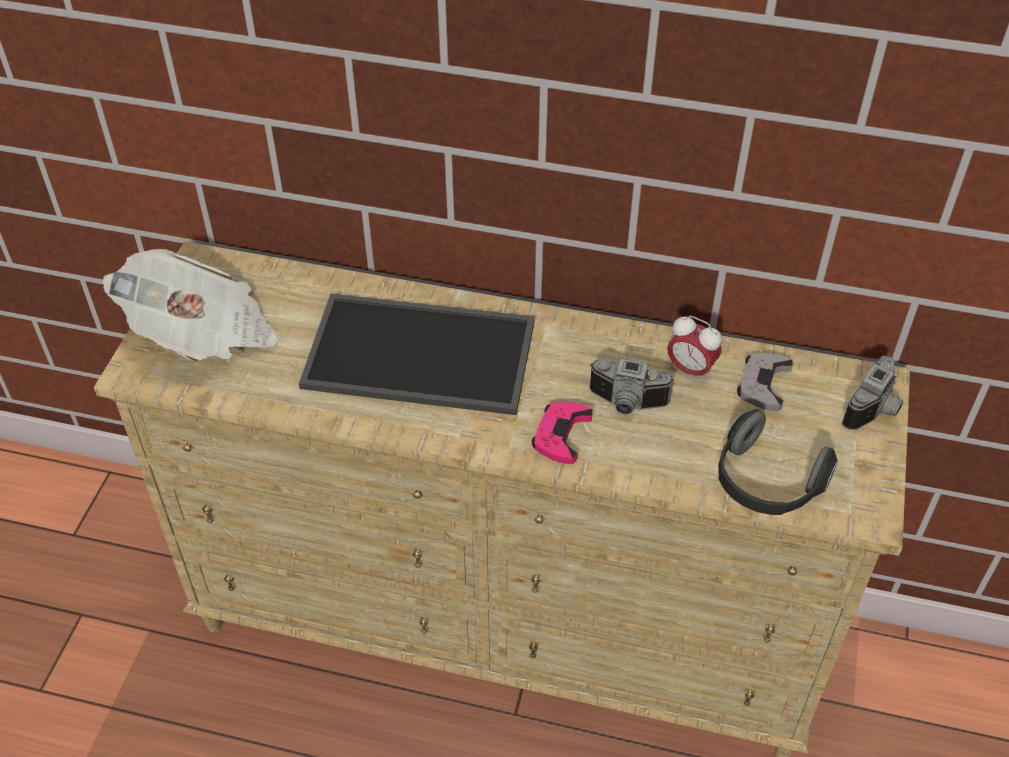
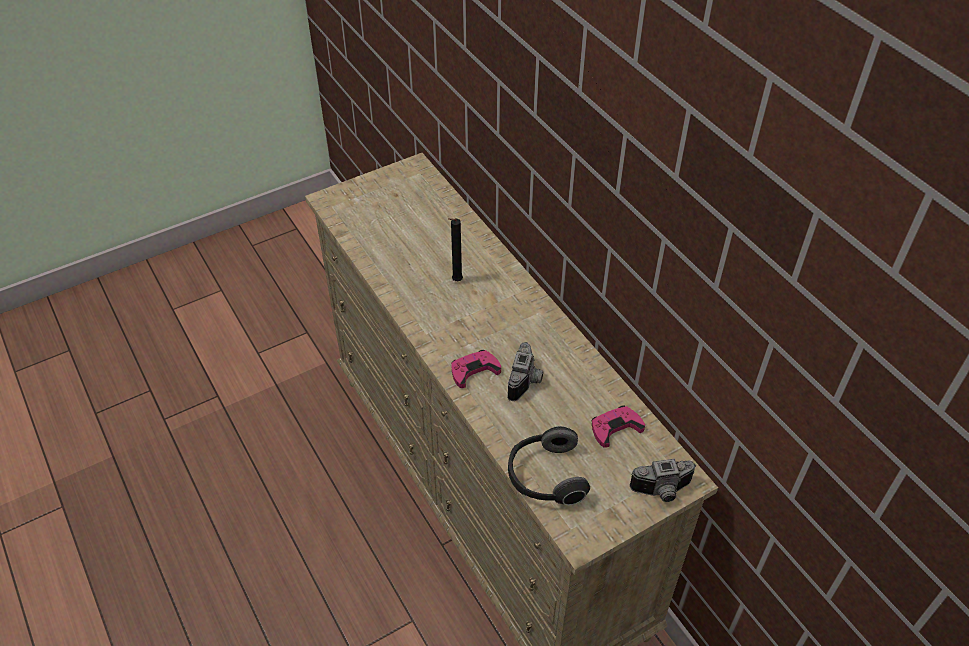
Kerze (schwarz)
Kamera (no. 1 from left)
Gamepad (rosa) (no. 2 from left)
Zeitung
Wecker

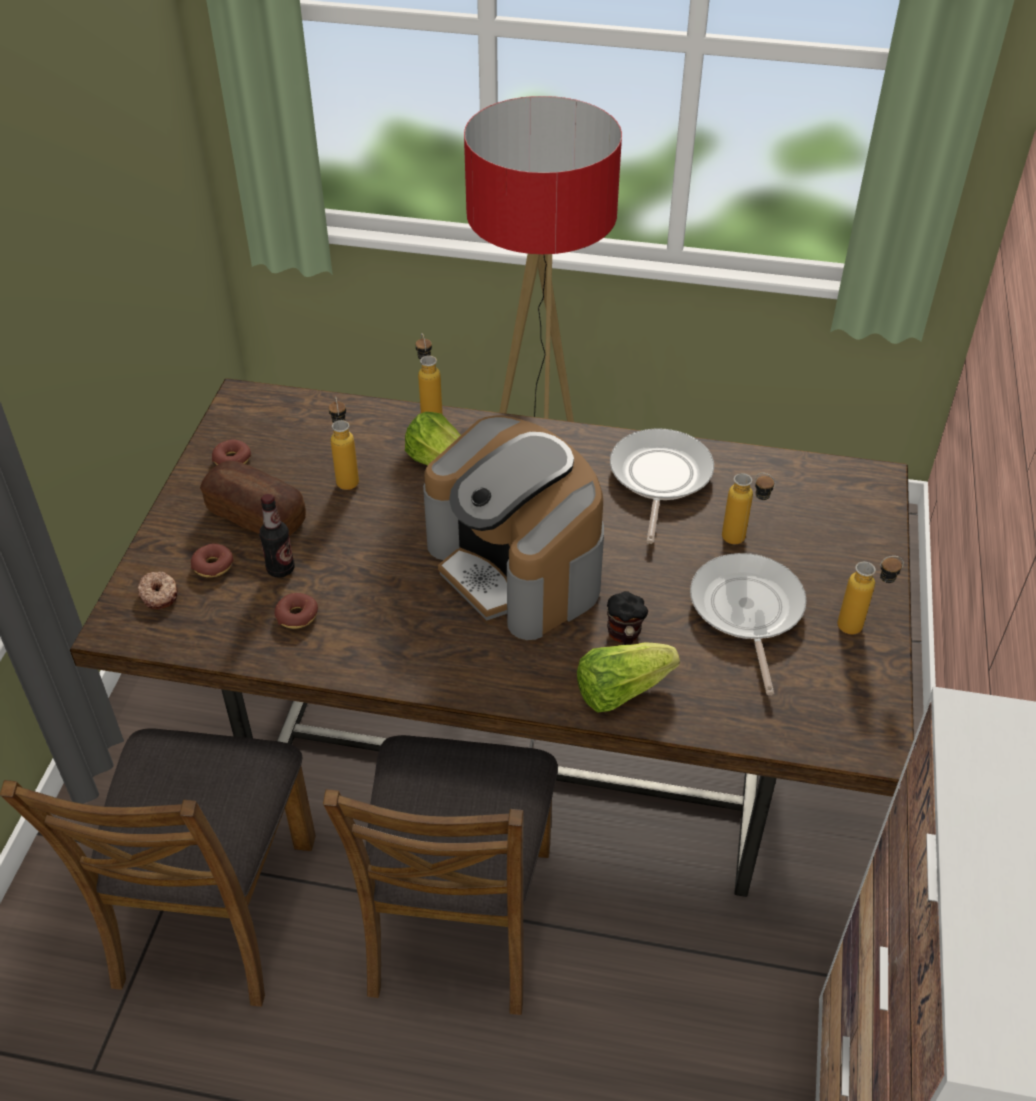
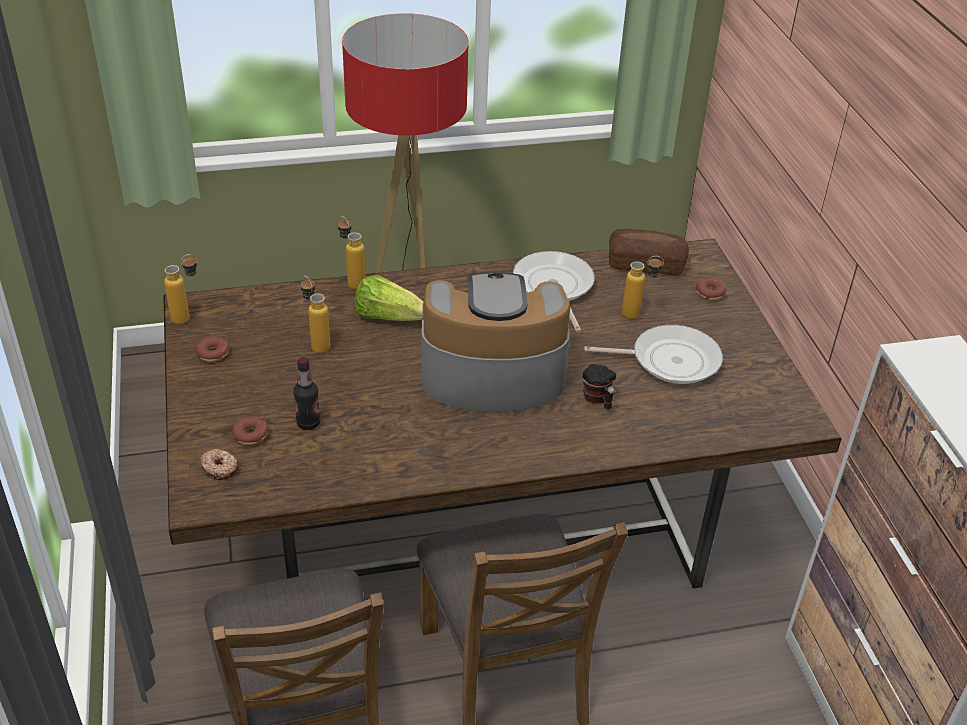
Flasche (no. 1 from left)
Kaffeemaschine
Pfanne (no. 2 from left)
Brot
Donut (no. 4 from left)
Salatkopf (no. 2 from left in the first image)

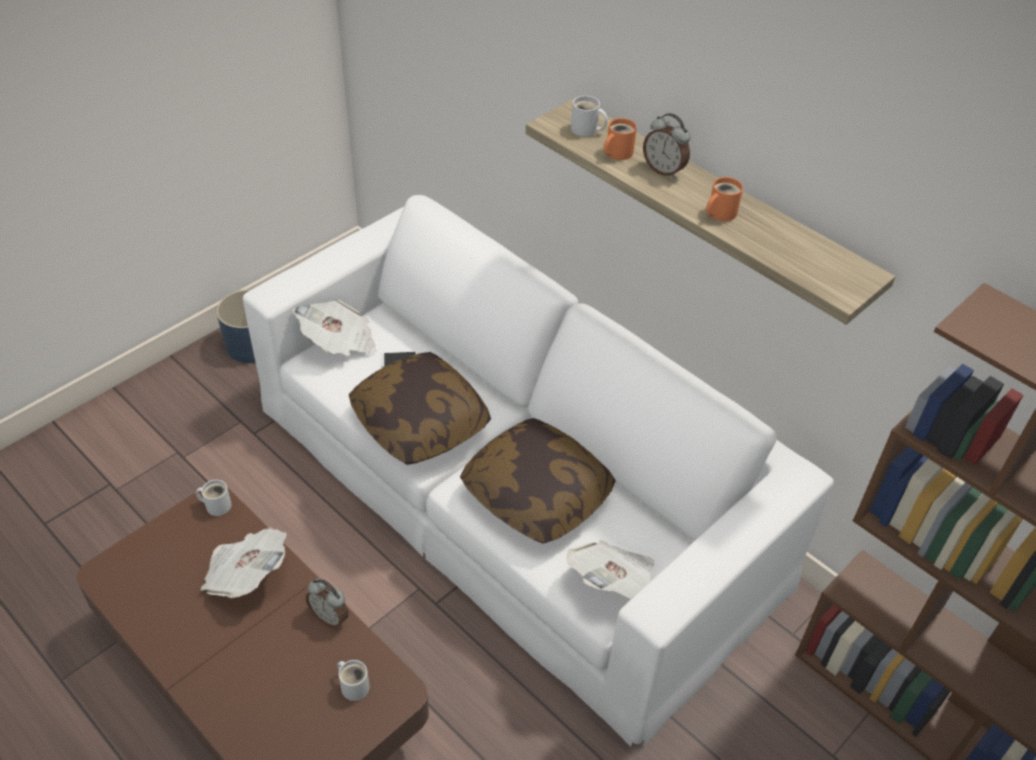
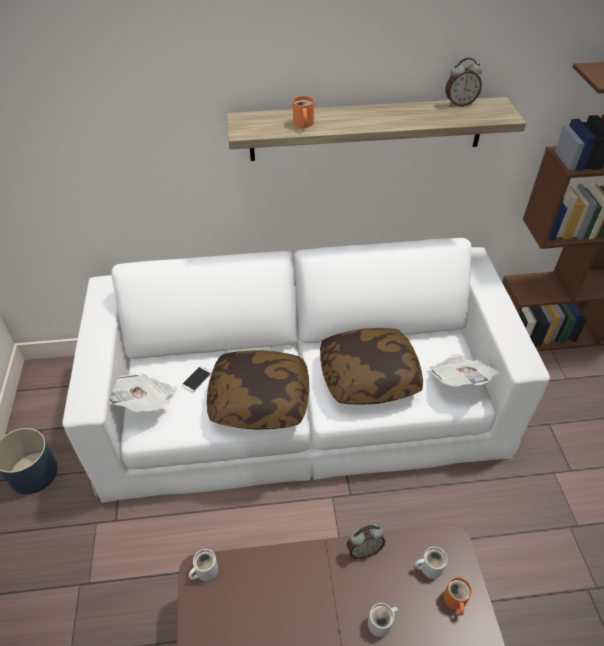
Henkelbecher (weiß) (no. 2 from left)
Henkelbecher (orange) (no. 2 from left)
Wecker (no. 2 from left)
Zeitung (no. 1 from left in the first image)

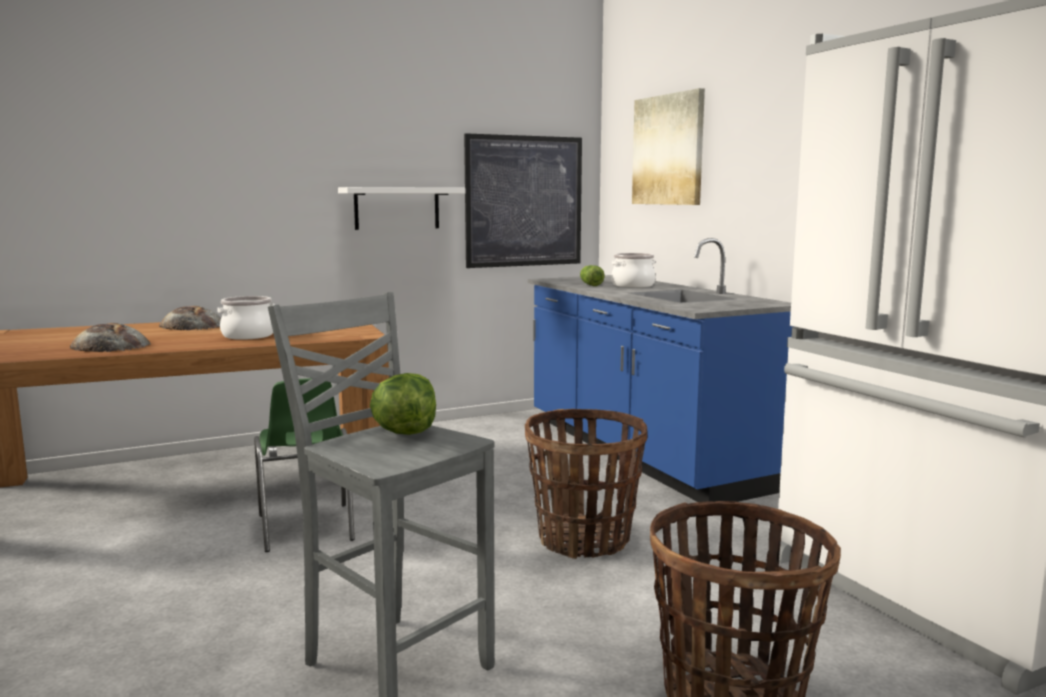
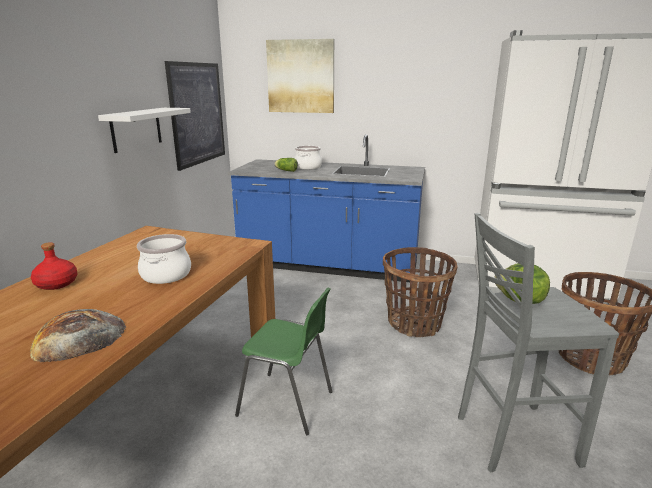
Flasche (rot)

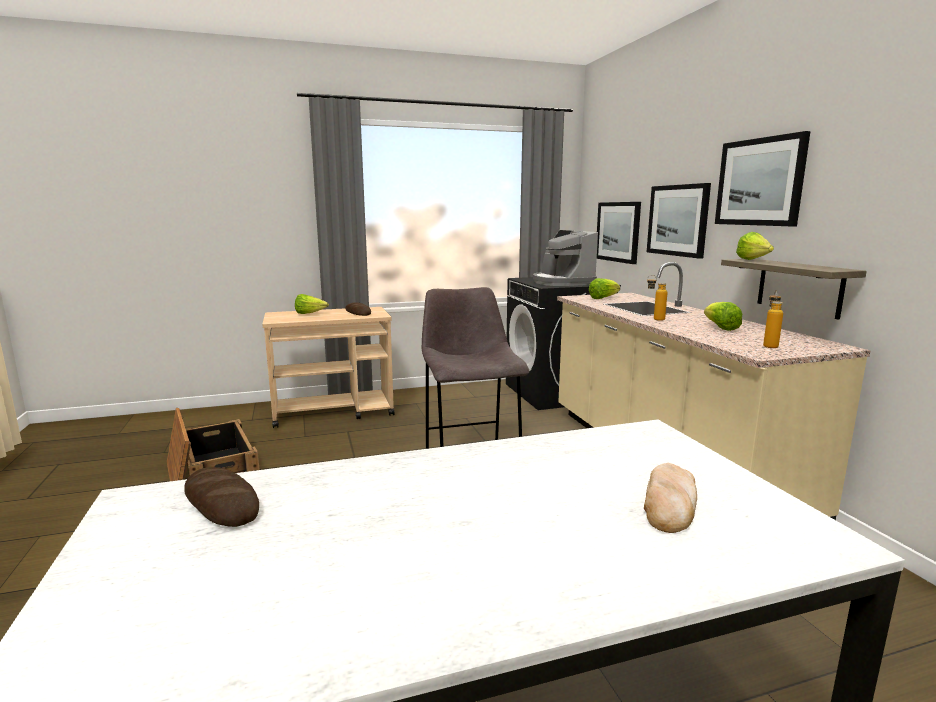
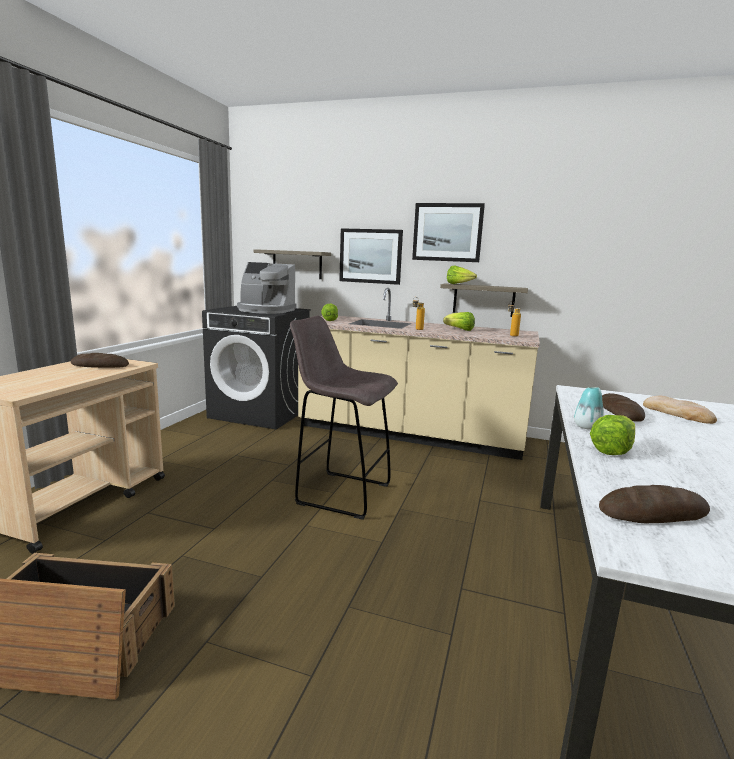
Wandregal (no. 1 from left)
Vase
Salatkopf (no. 4 from left)
Brot (no. 2 from left)

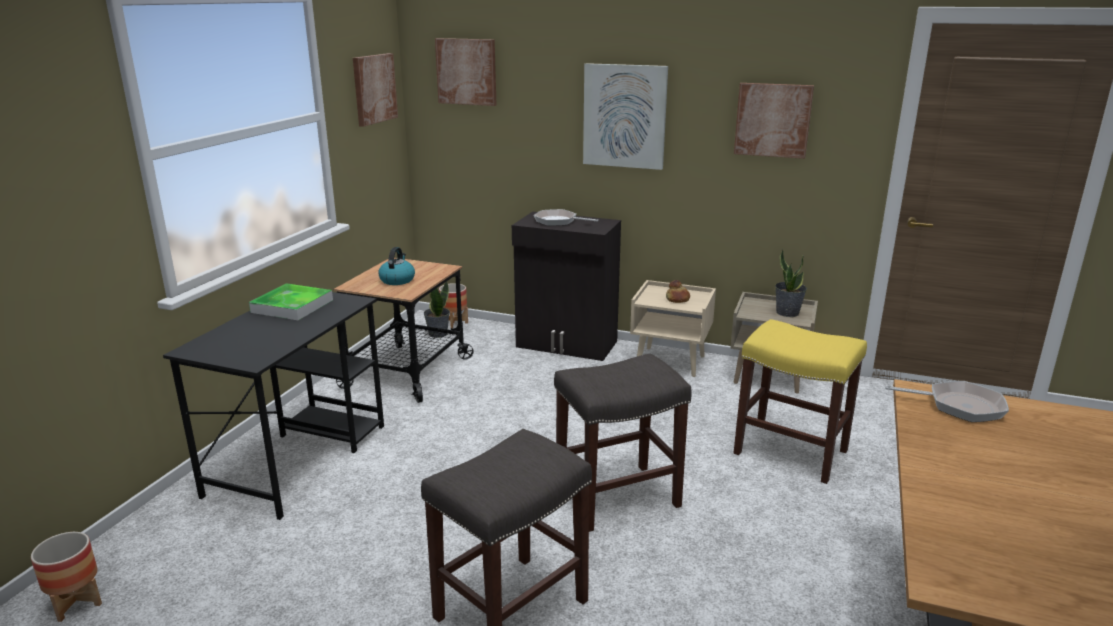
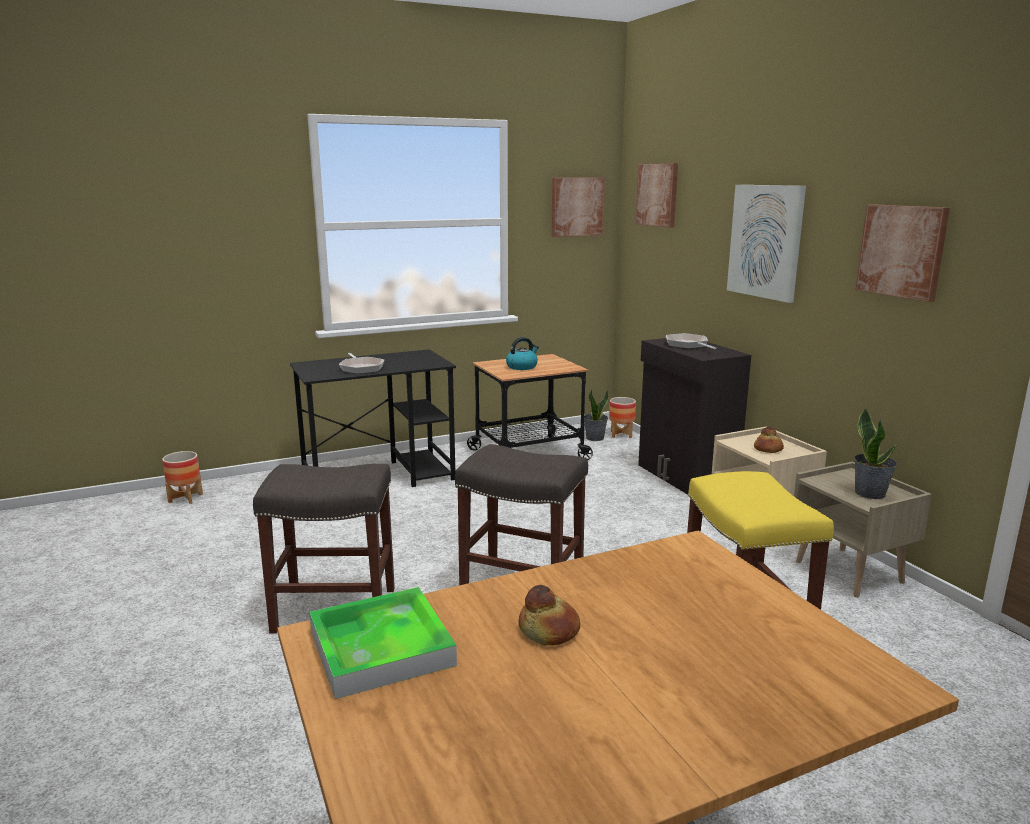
Tablett
Pfanne (no. 1 from left)
Brot (no. 1 from left)

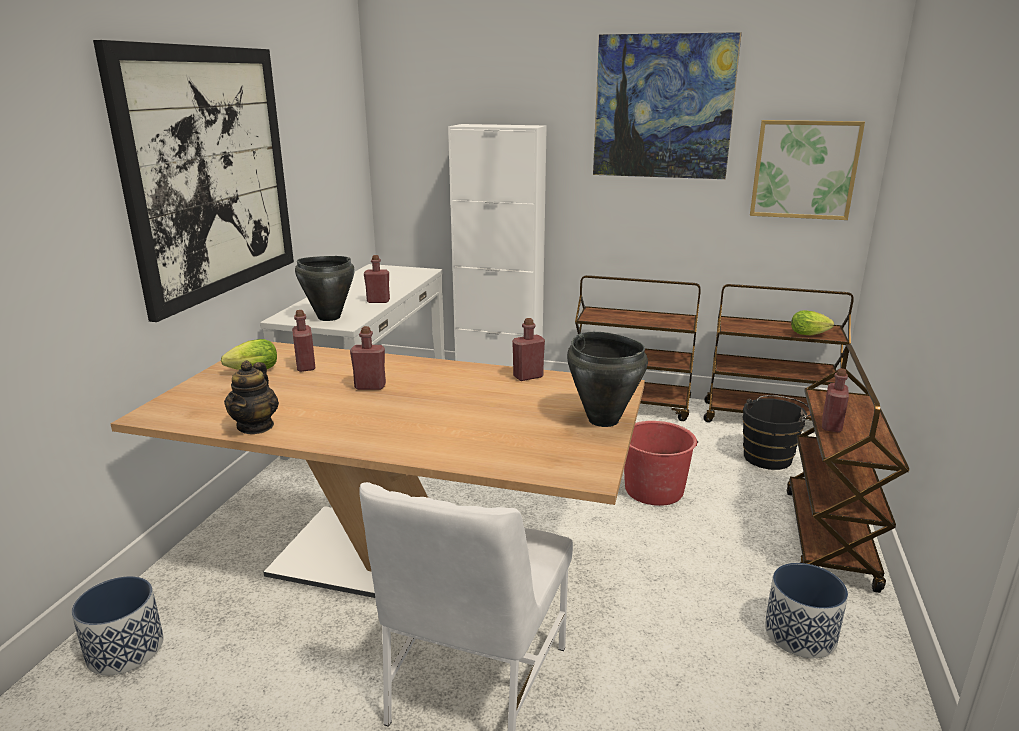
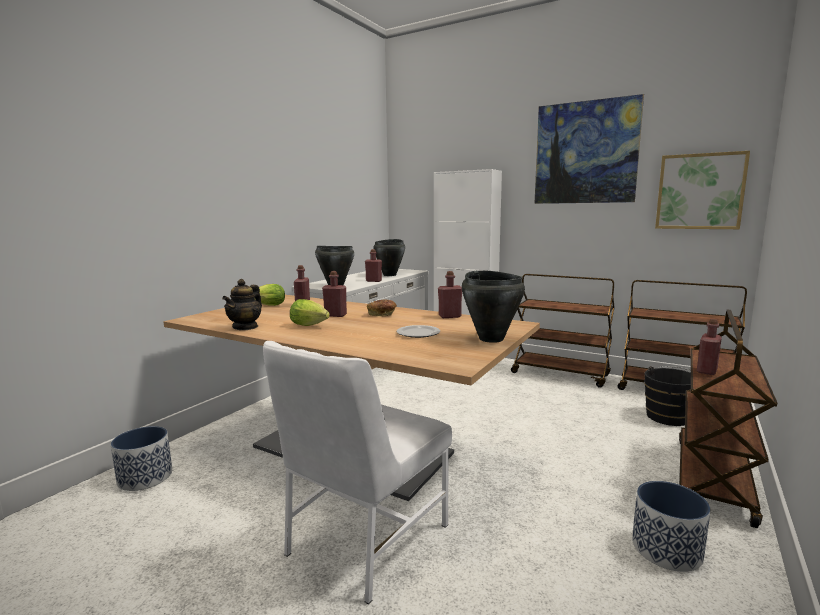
Salatkopf (no. 2 from left)
Brot
Kochtopf (schwarz) (no. 2 from left)
Teller
Bild (no. 1 from left in the first image)
Eimer (rot)

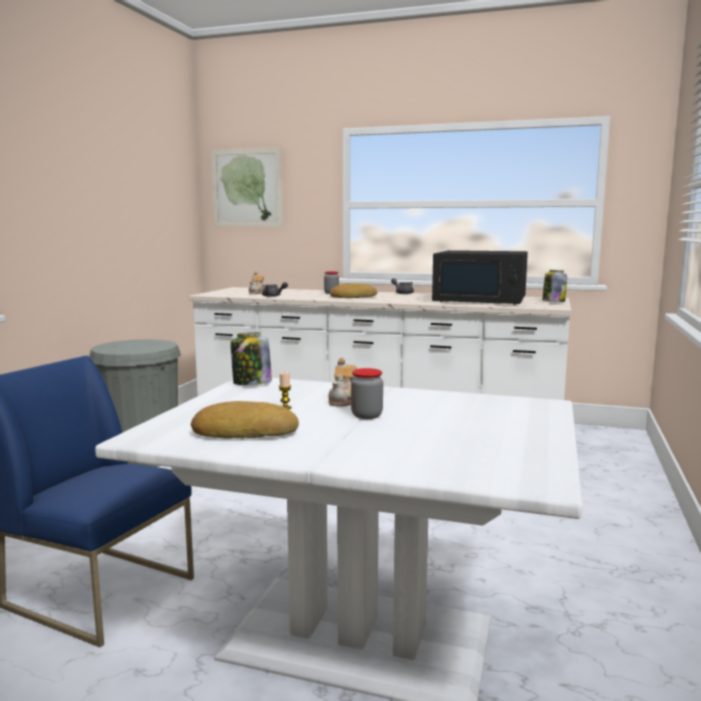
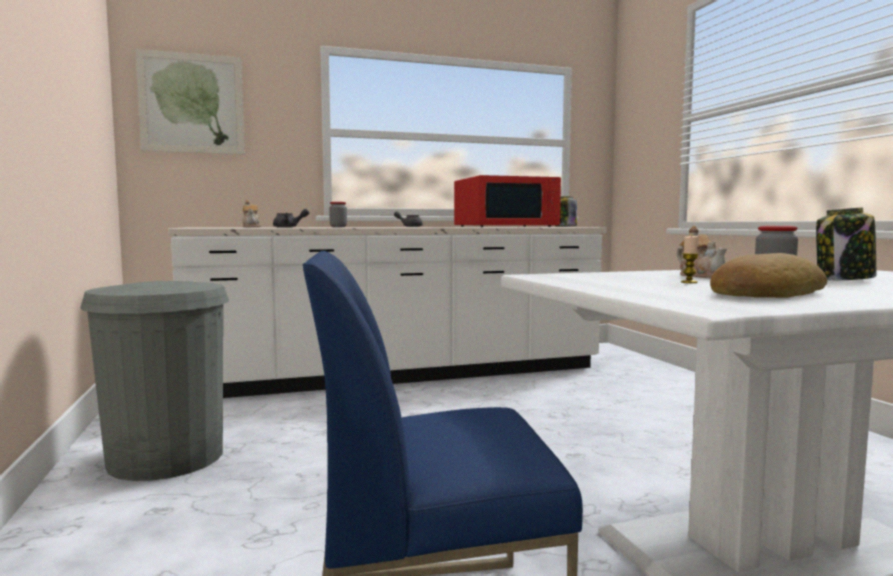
Mikrowelle (rot)
Vorratsglas (no. 4 from left)
Brot (no. 2 from left in the first image)

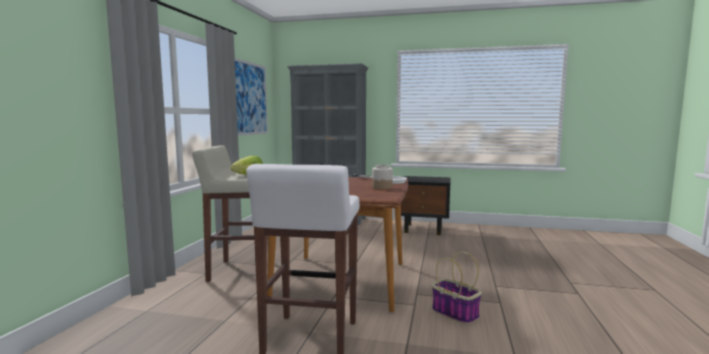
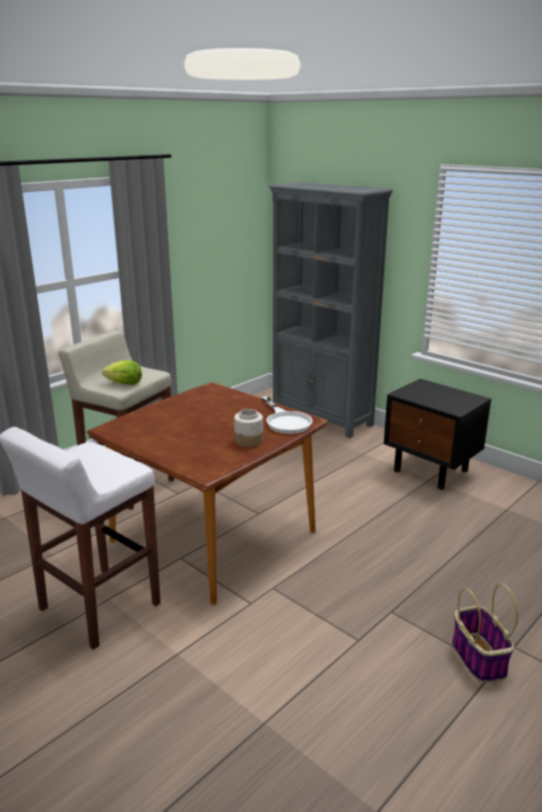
Korb
Bild

